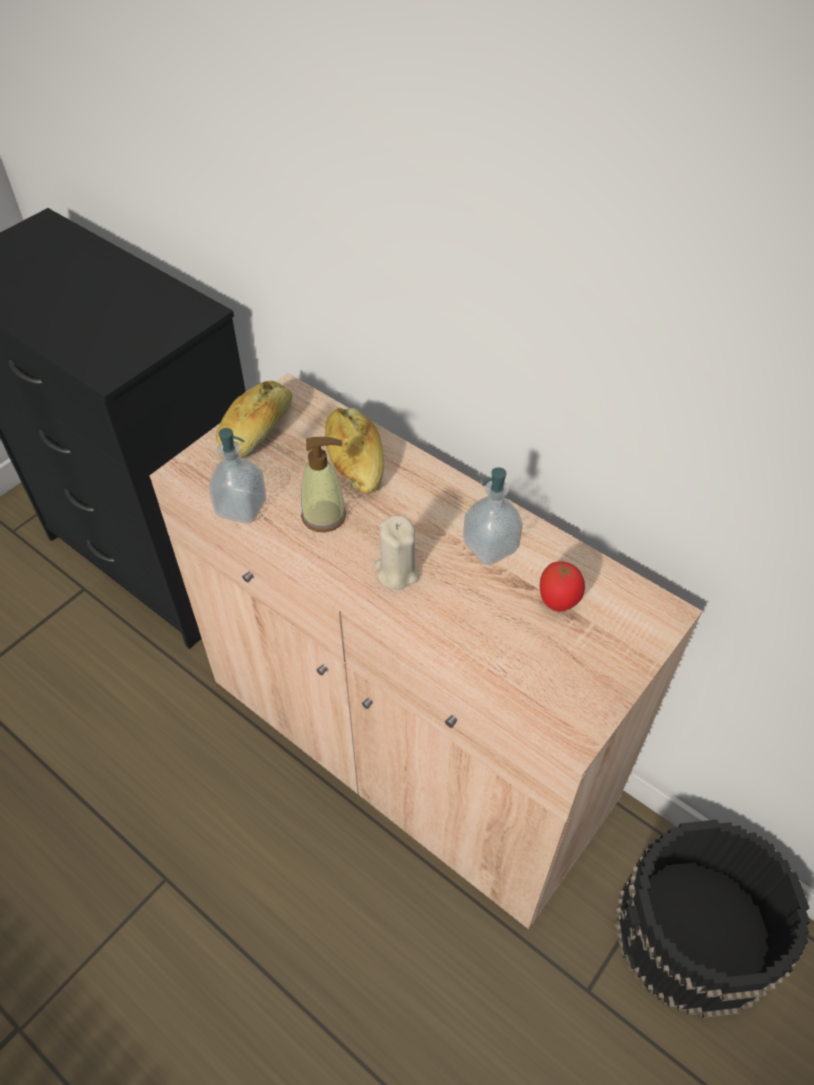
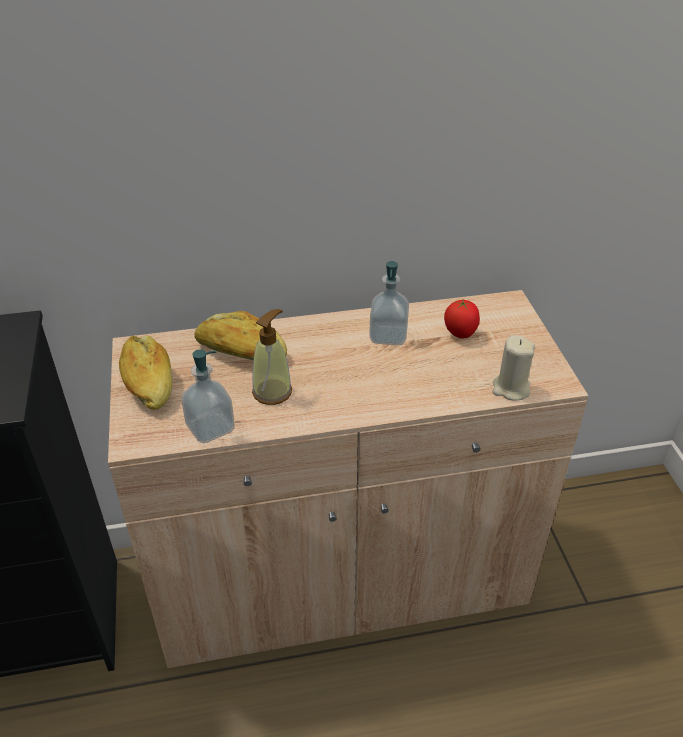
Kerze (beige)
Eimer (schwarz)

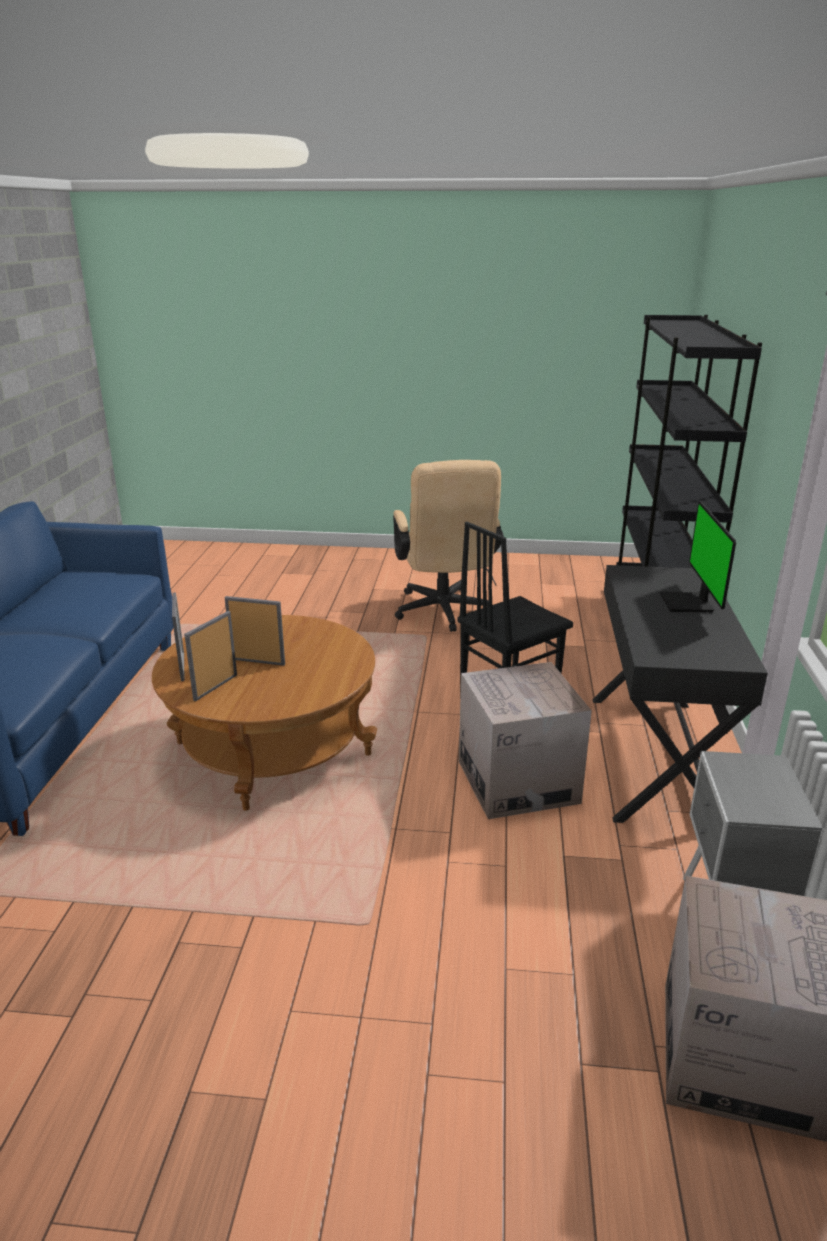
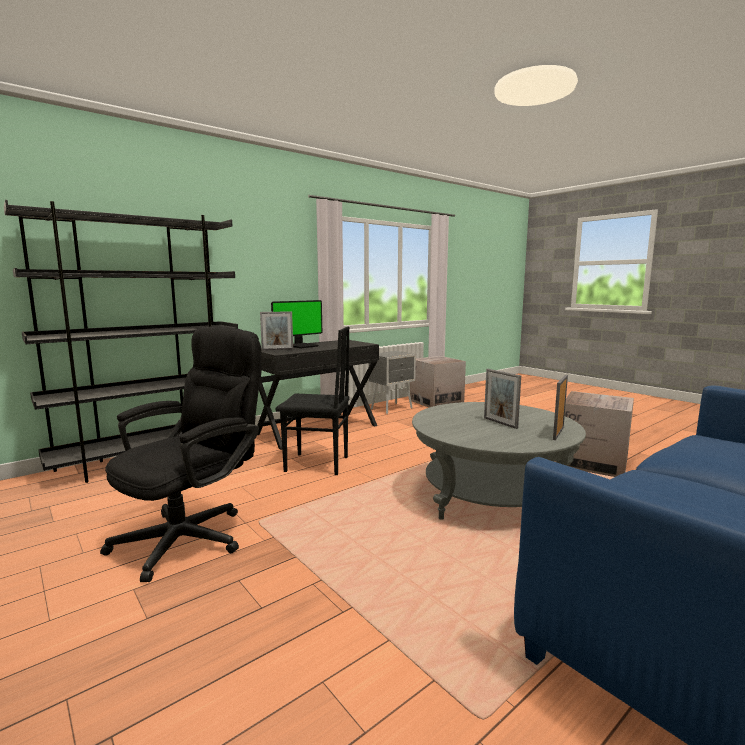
Bürostuhl (schwarz)
Bilderrahmen (no. 1 from left)
Couchtisch (grau)
Karton (no. 2 from left)

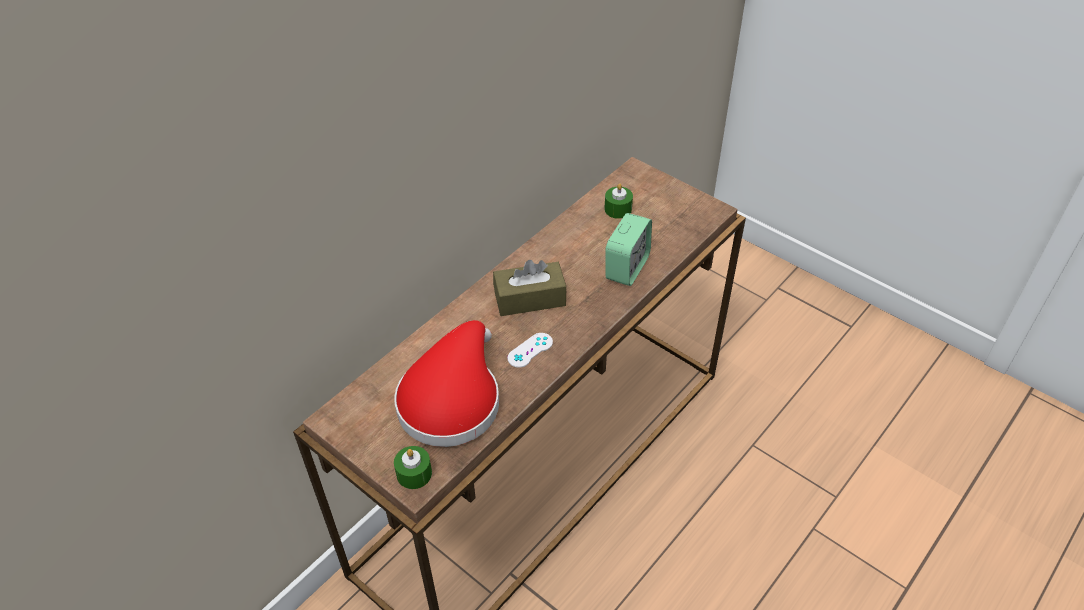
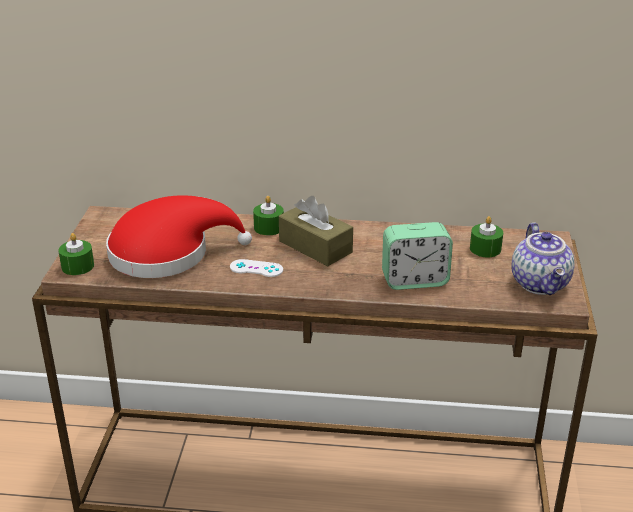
Kerze (grün) (no. 2 from left)
Teekanne

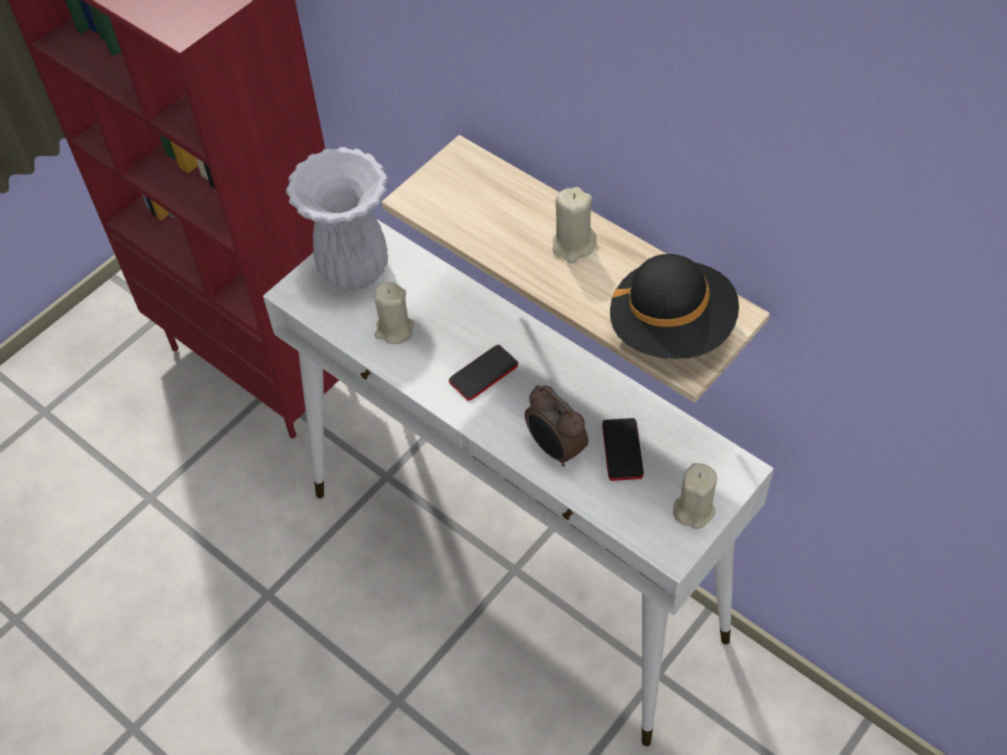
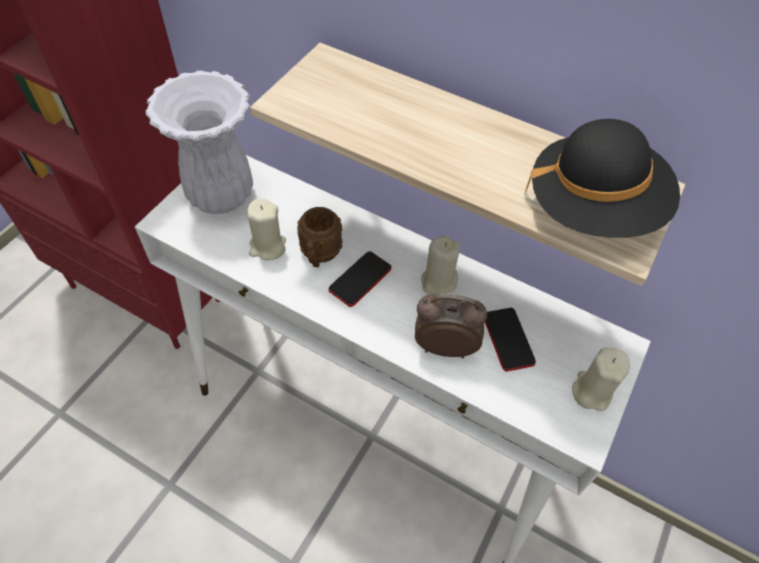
Henkelbecher (braun)
Wecker
Kerze (beige) (no. 2 from left)

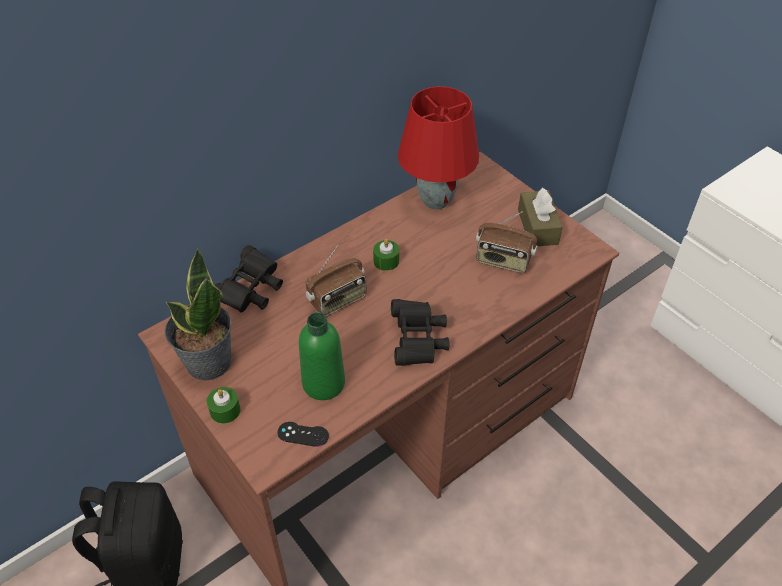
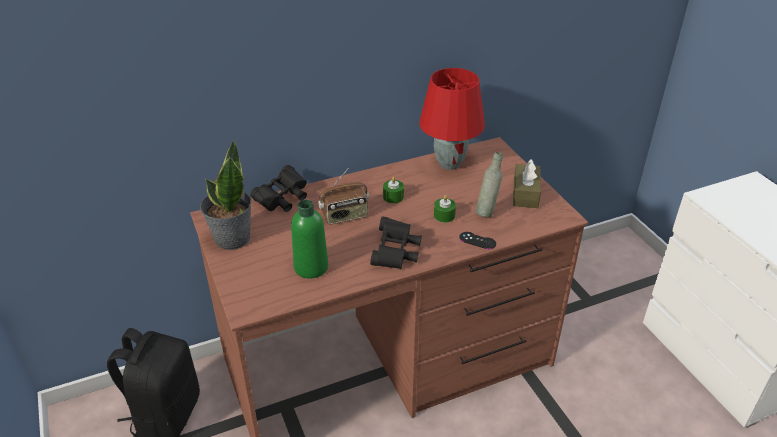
Kerze (grün) (no. 2 from left)
Gamepad (schwarz)
Flasche (grau)

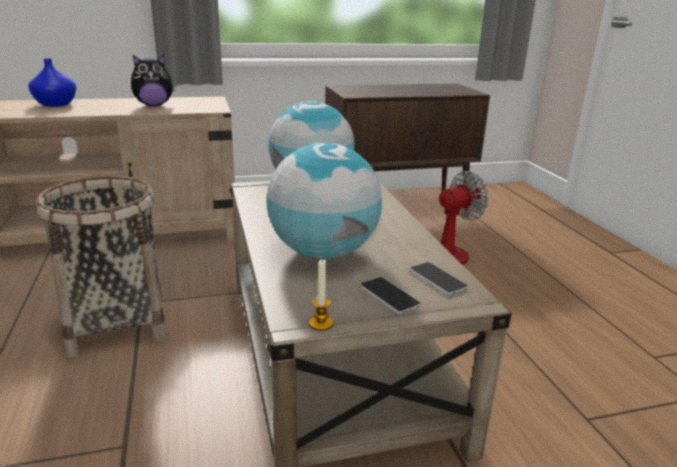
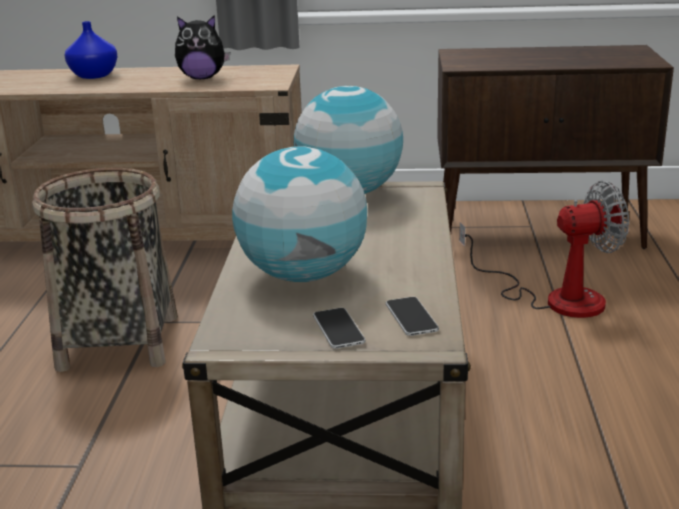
Kerze

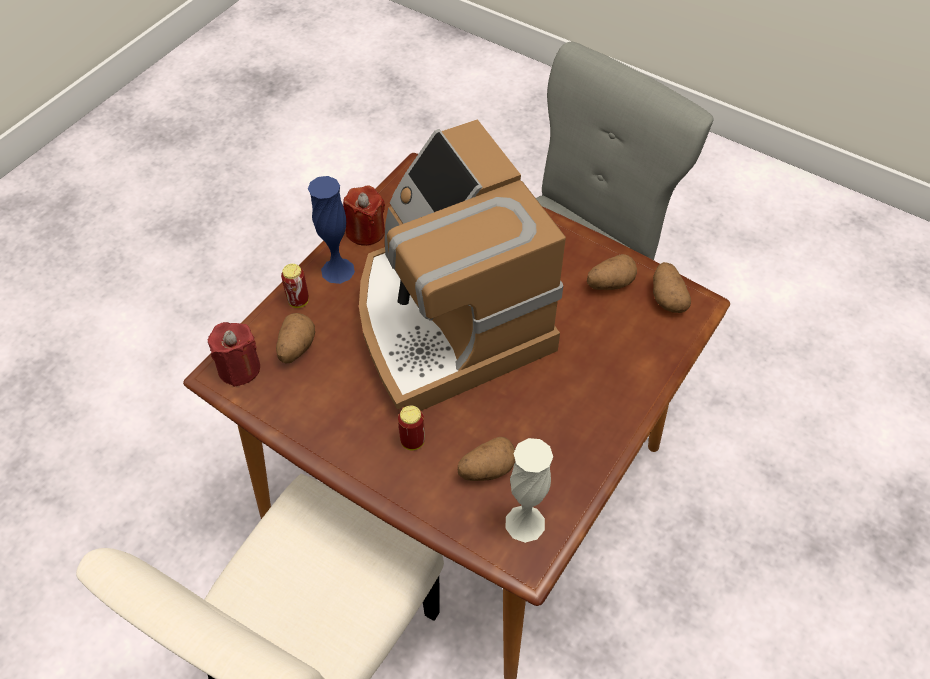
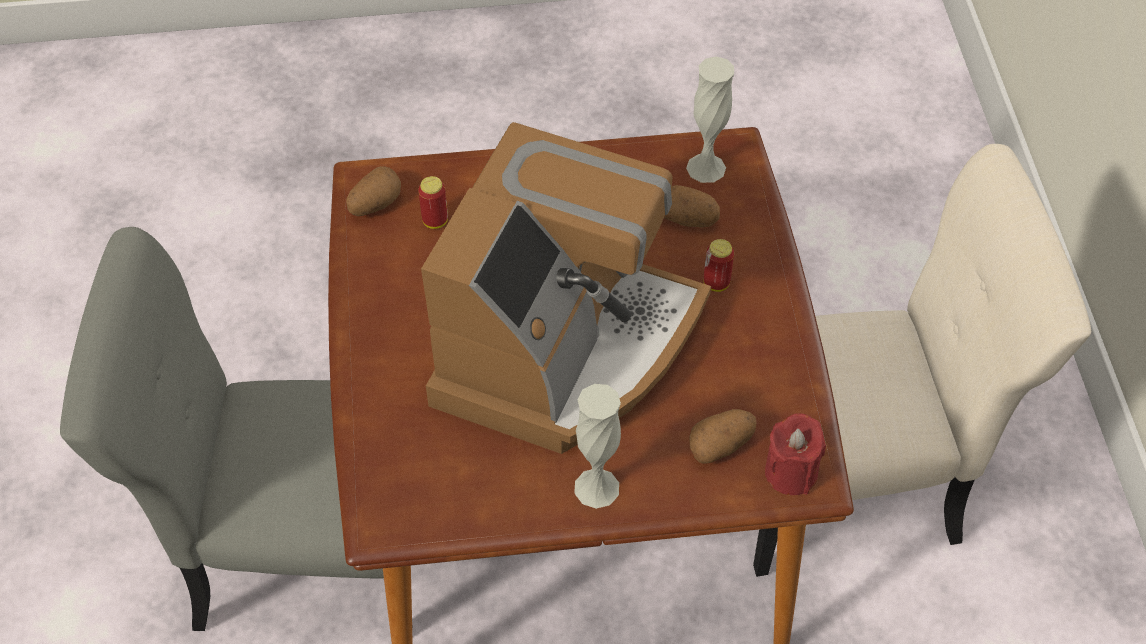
Dose (no. 1 from left)
Vase (weiß) (no. 1 from left)
Kerze (rot) (no. 2 from left in the first image)
Kartoffel (no. 3 from left in the first image)

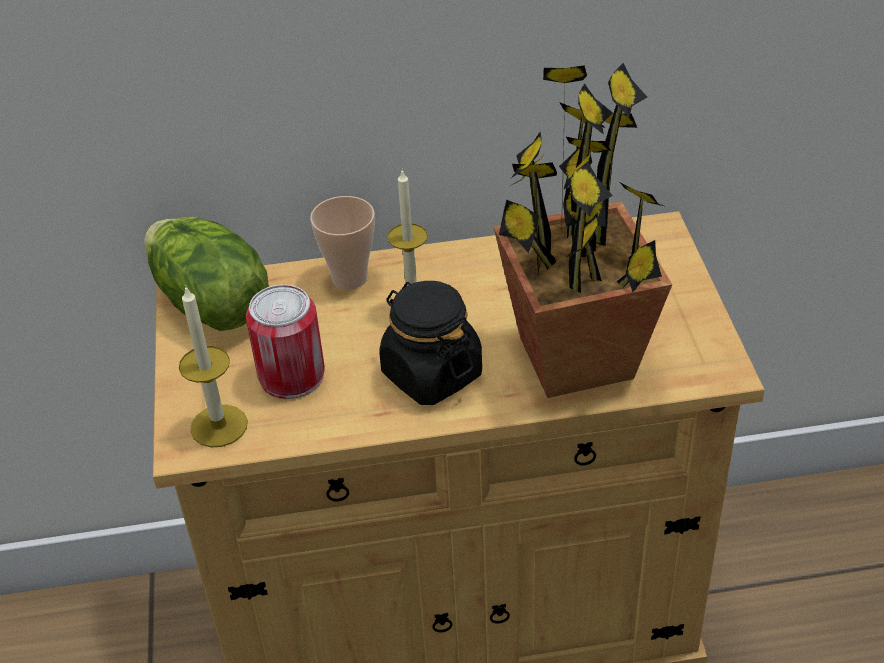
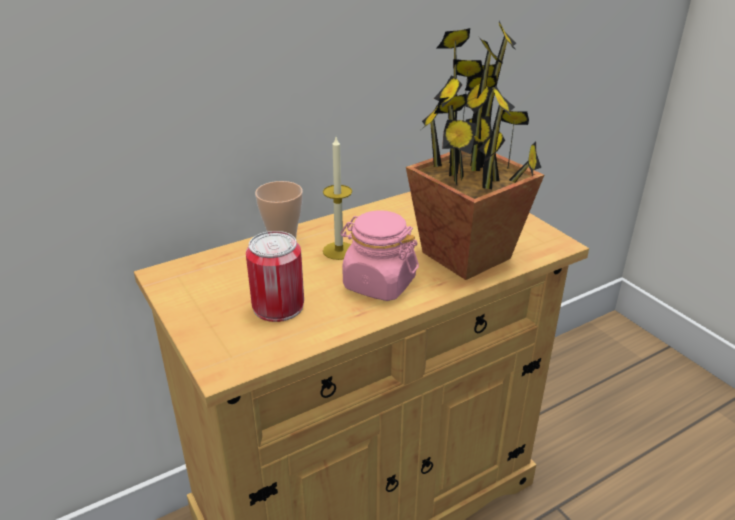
Vorratsglas (rosa)
Salatkopf
Kerze (no. 1 from left in the first image)

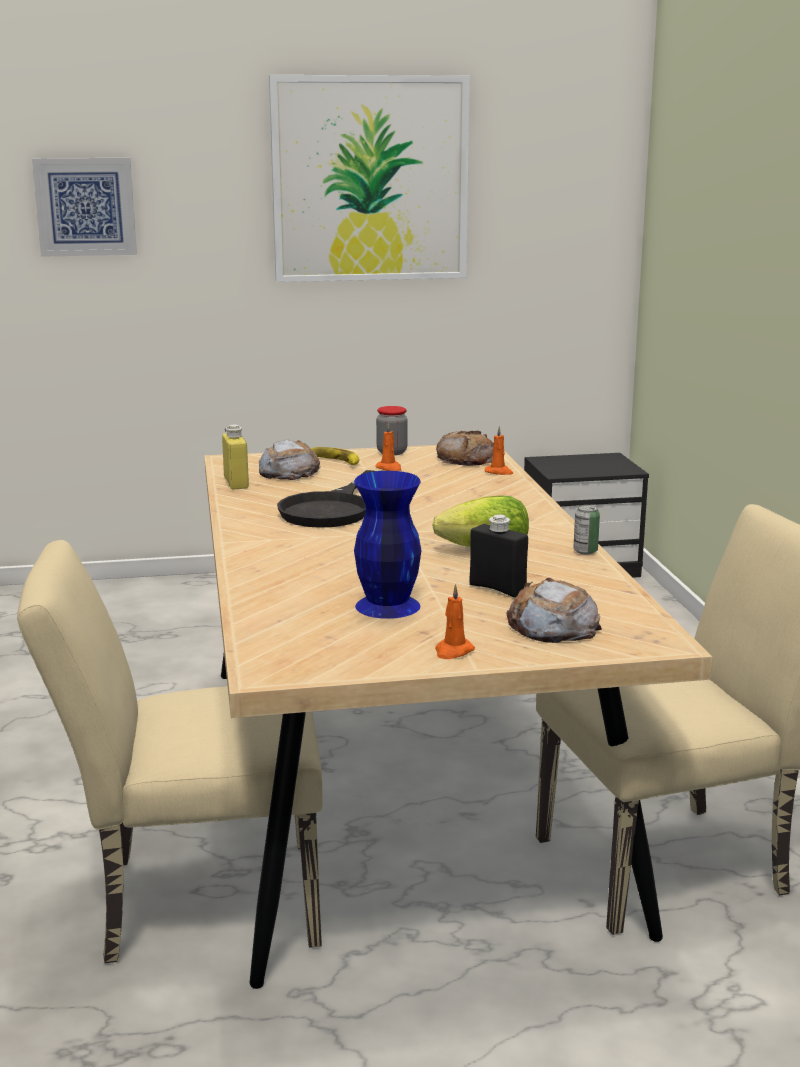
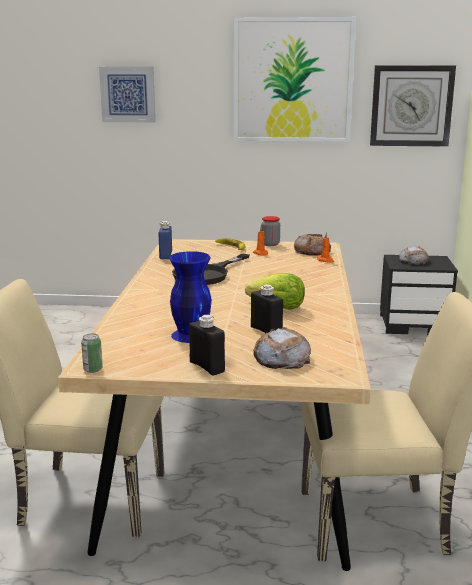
Dose
Flasche (blau)
Flasche (schwarz) (no. 1 from left)
Wanduhr
Brot (no. 3 from left)

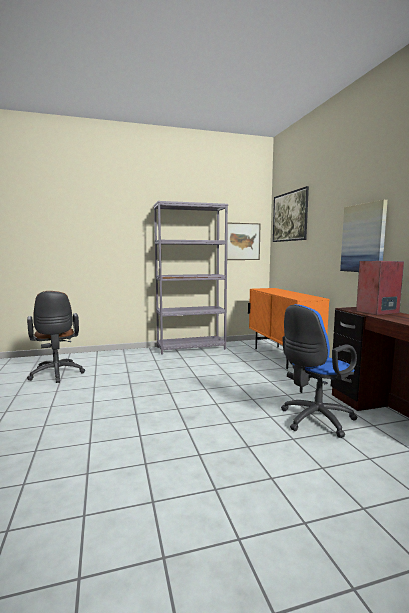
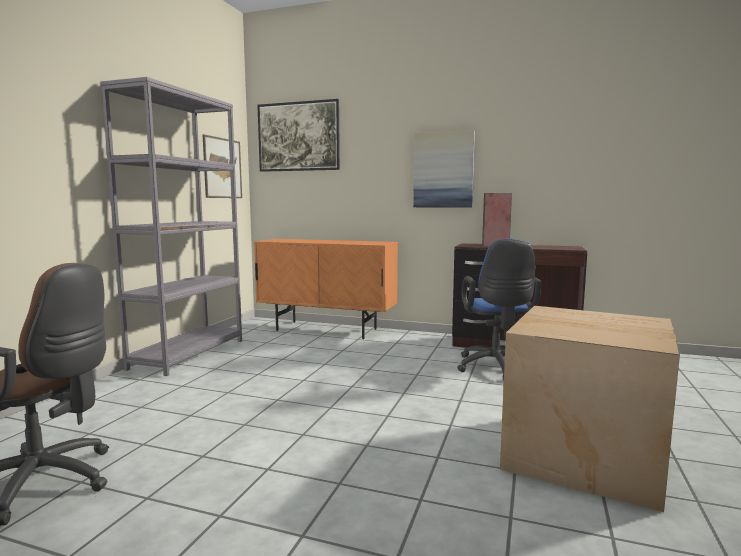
Karton

